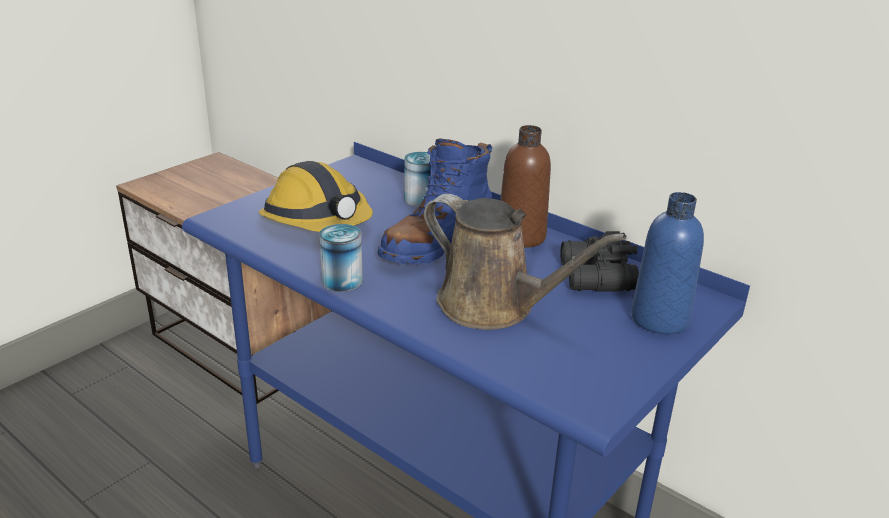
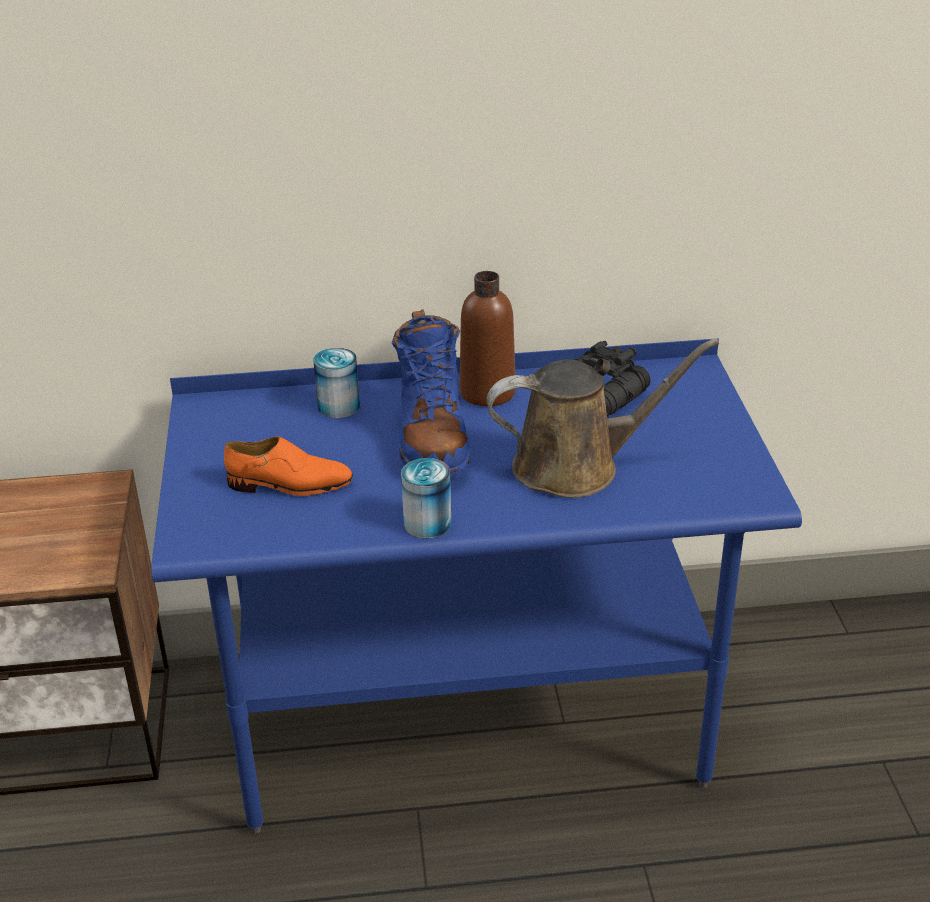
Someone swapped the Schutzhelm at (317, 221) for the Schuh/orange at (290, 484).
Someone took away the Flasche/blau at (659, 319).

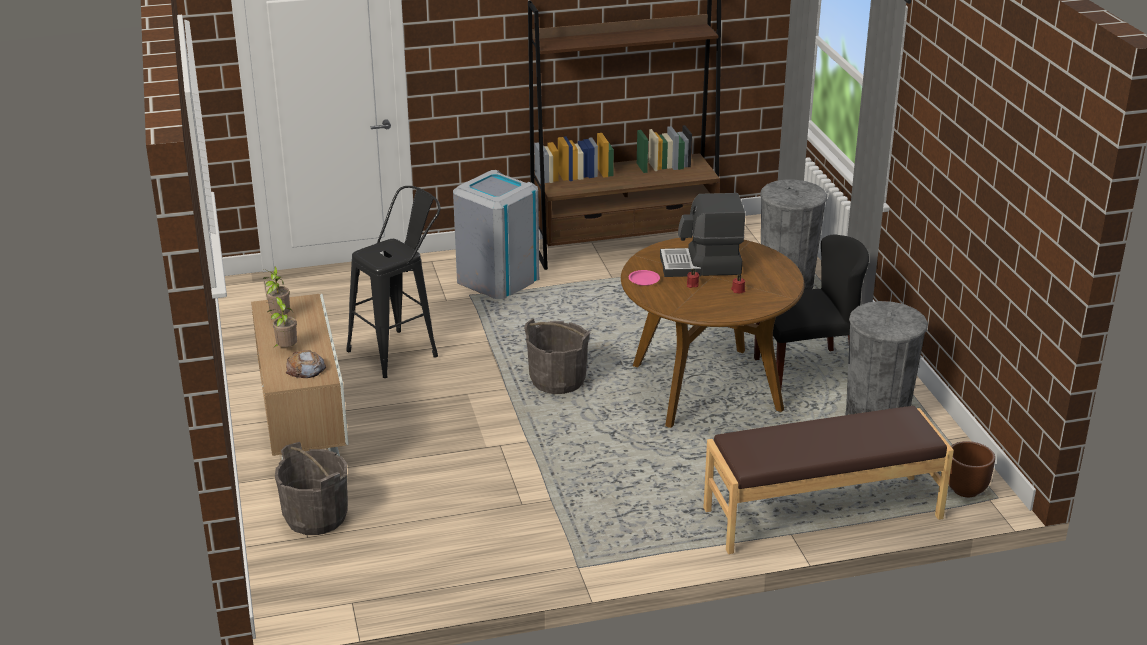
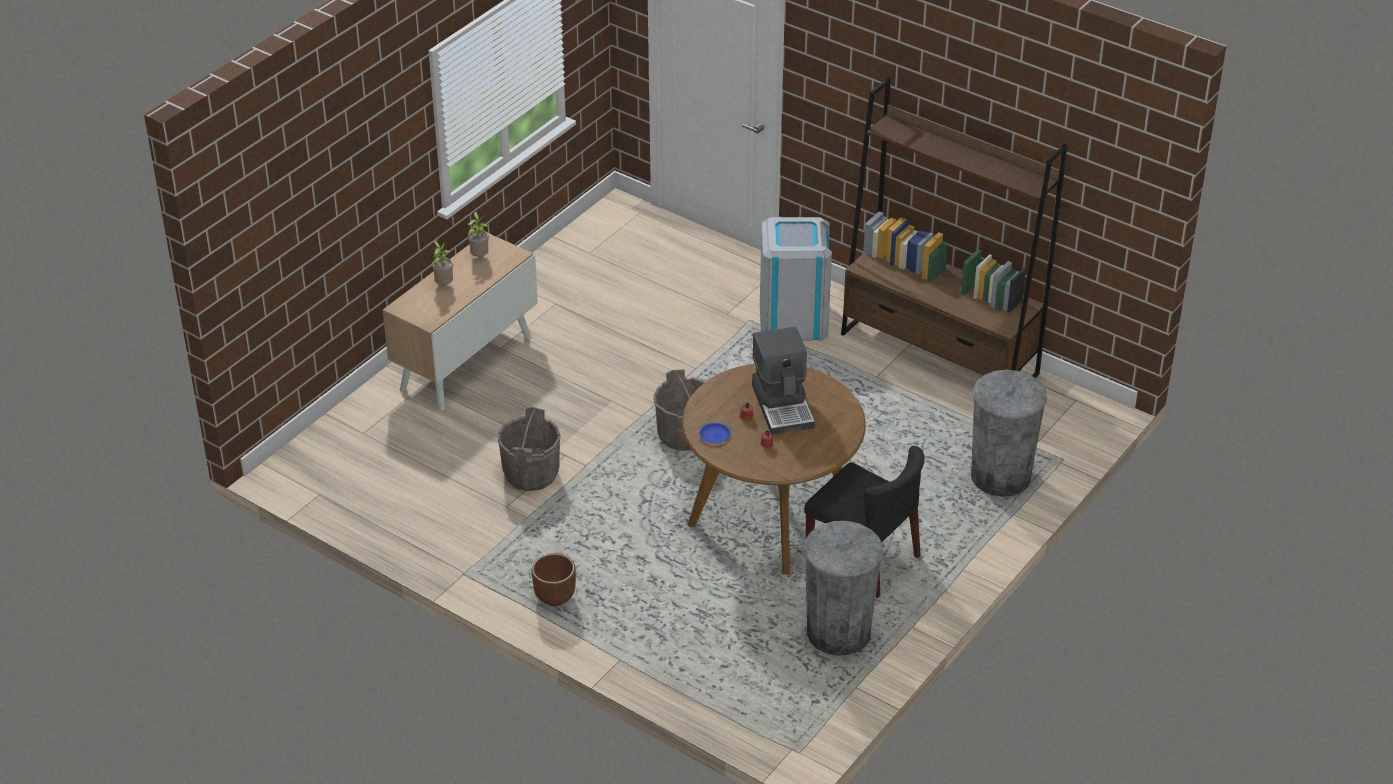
Someone carried the Eimer/grau from (316, 517) to (531, 473).
Someone carried the Pflanzkübel/braun from (965, 491) to (554, 598).
Someone put down the Teller/blau at (714, 435).
Someone rotated the Kaffeemaschine at (701, 266) by 150 degrees counterclockwise.
Someone took away the Brot at (305, 369).
Someone took away the Hocker/schwarz at (400, 351).
Someone took away the Teller/rosa at (643, 280).
Someone took away the Bank/braun at (823, 514).

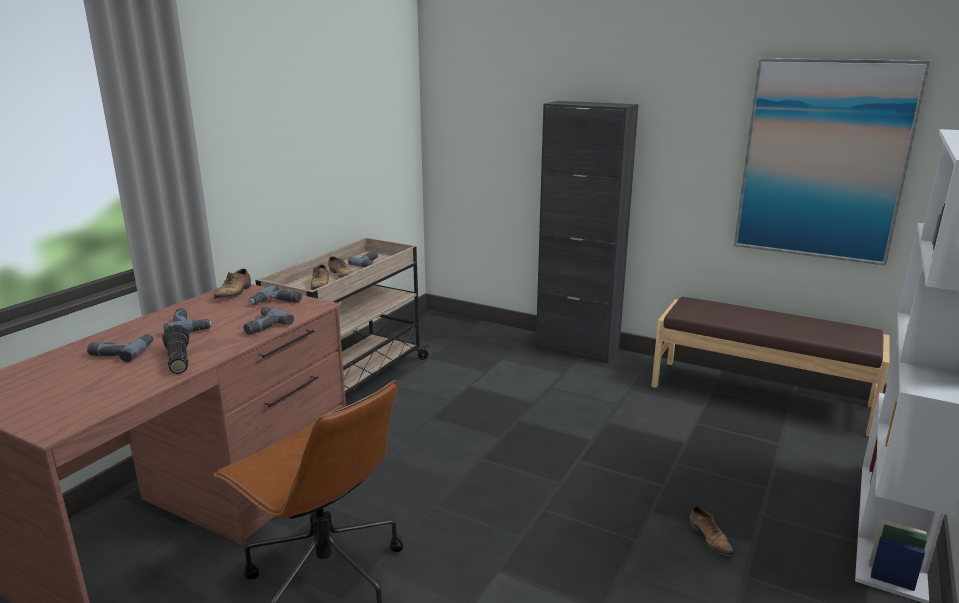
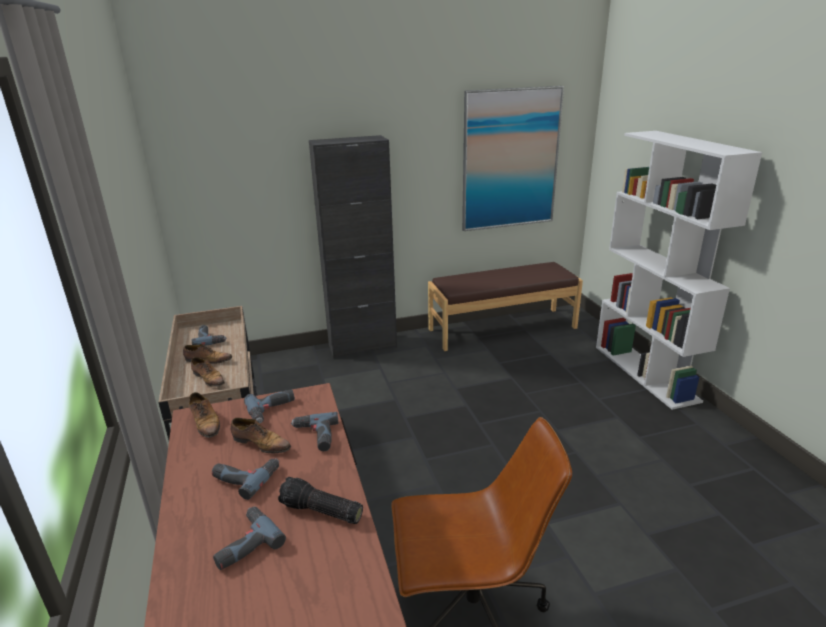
Someone carried the Schuh from (710, 538) to (261, 444).

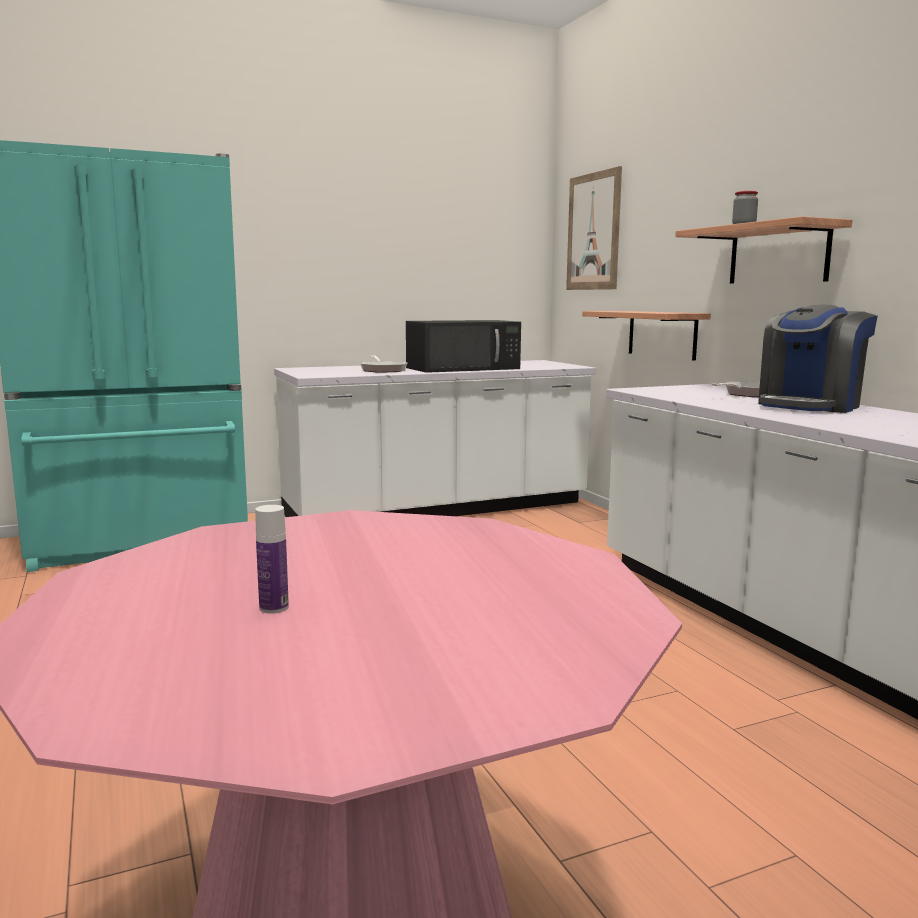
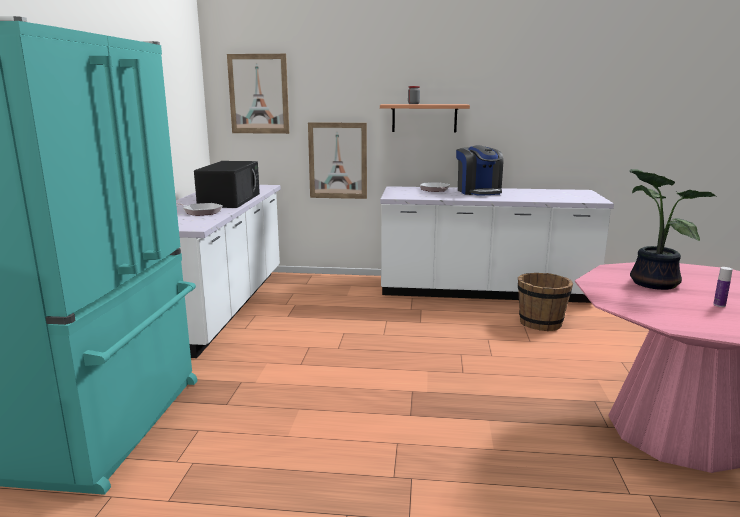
Someone swapped the Wandregal at (662, 334) for the Bild at (337, 161).
Someone put down the Eimer/braun at (540, 323).
Someone put down the Topfpflanze at (650, 283).

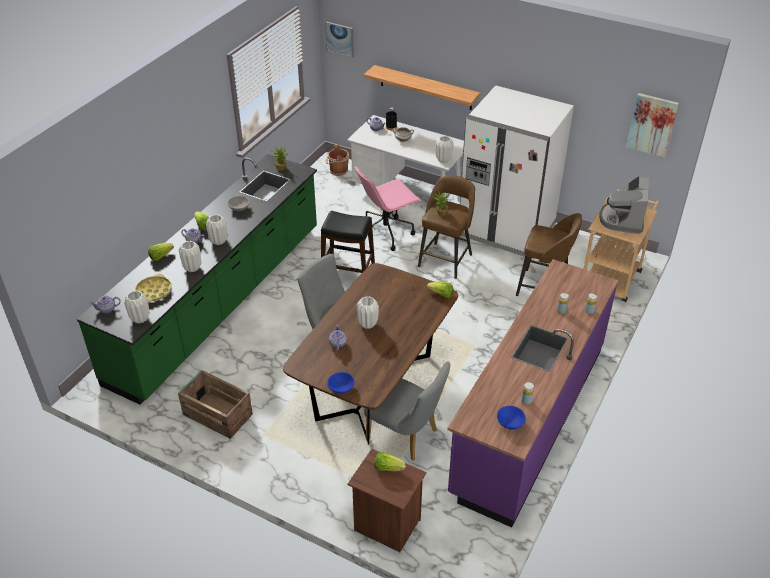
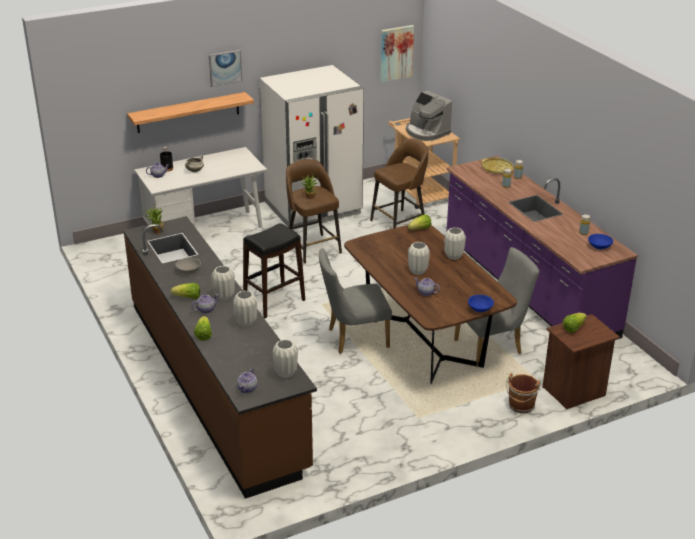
Someone repainted the Küchenzeile/grün at (219, 302), which became the Küchenzeile/braun at (215, 382).
Someone carried the Bild from (340, 39) to (225, 68).
Someone carried the Vase/weiß from (443, 160) to (453, 256).
Someone carried the Tablett/gelb from (154, 291) to (497, 169).
Someone carried the Eimer/braun from (338, 171) to (521, 406).
Someone took away the Kiste at (217, 414).
Someone took away the Bürostuhl/rosa at (386, 233).

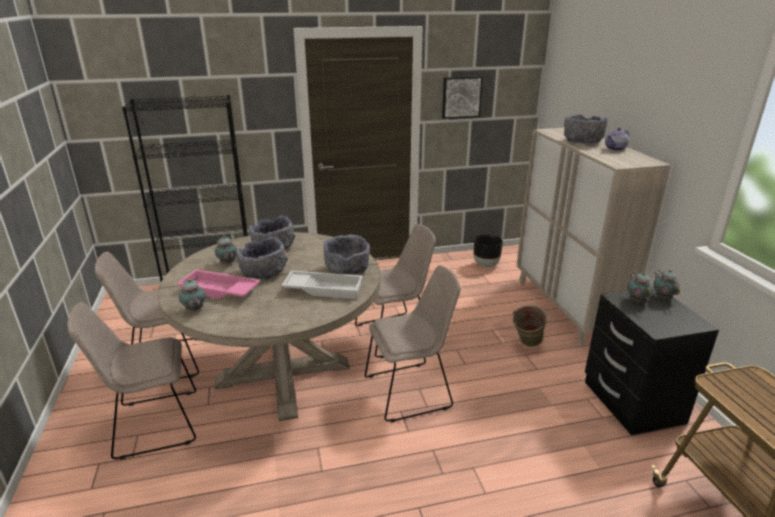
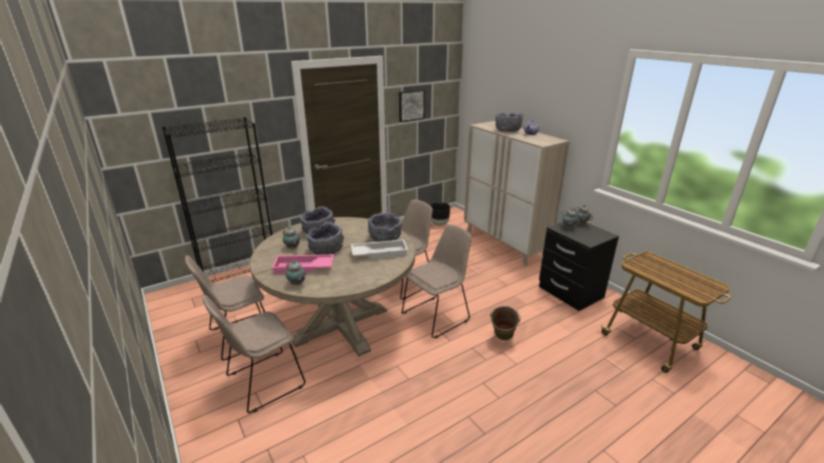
Someone carried the Eimer/grün from (526, 345) to (502, 339).

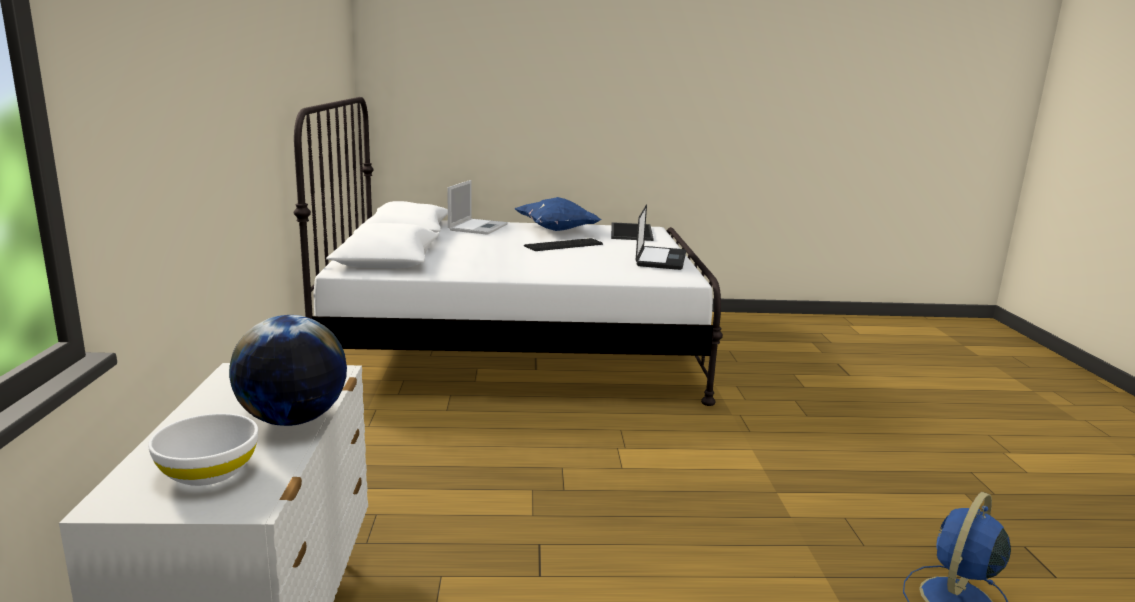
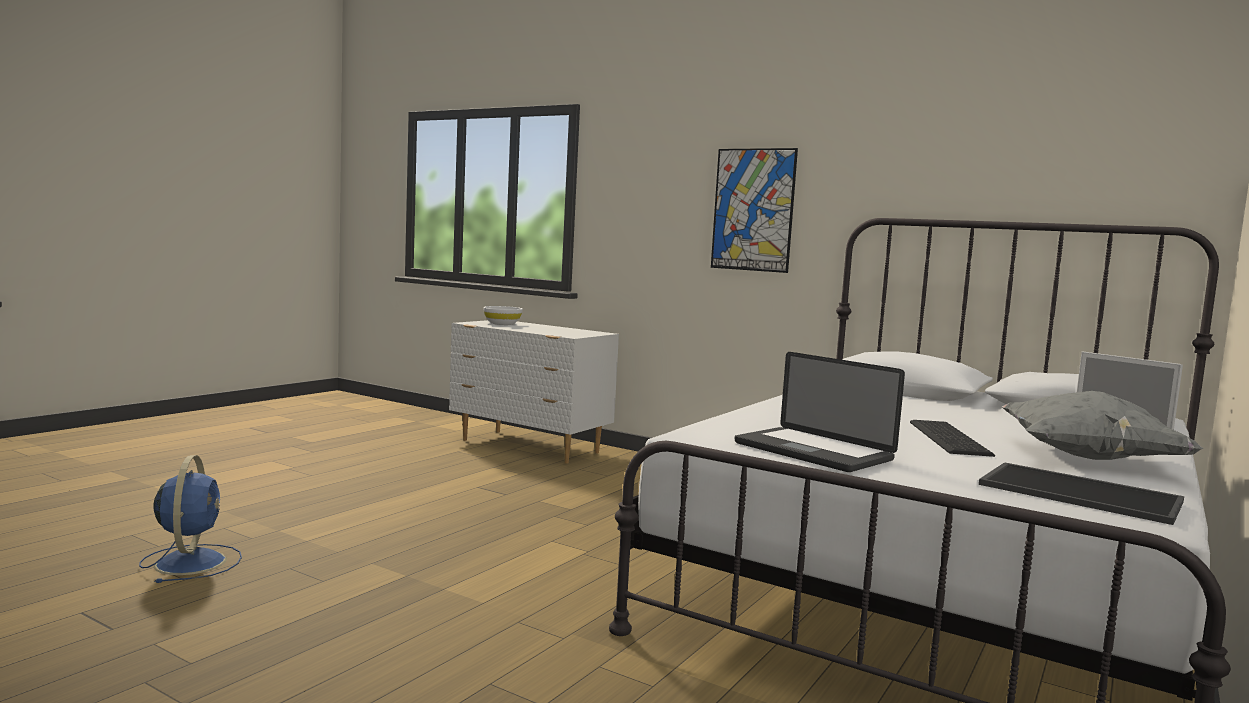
Someone put up the Bild at (753, 210).
Someone repainted the Kissen/blau at (557, 230), which became the Kissen/grau at (1087, 458).
Someone took away the Globus at (293, 420).

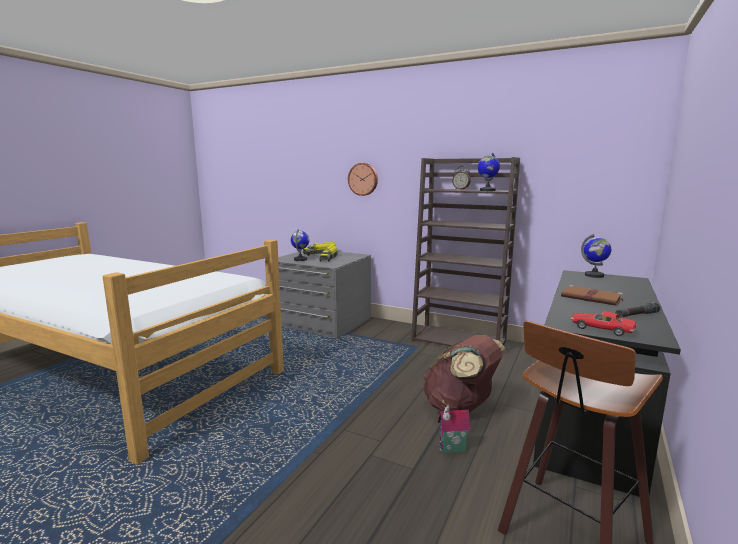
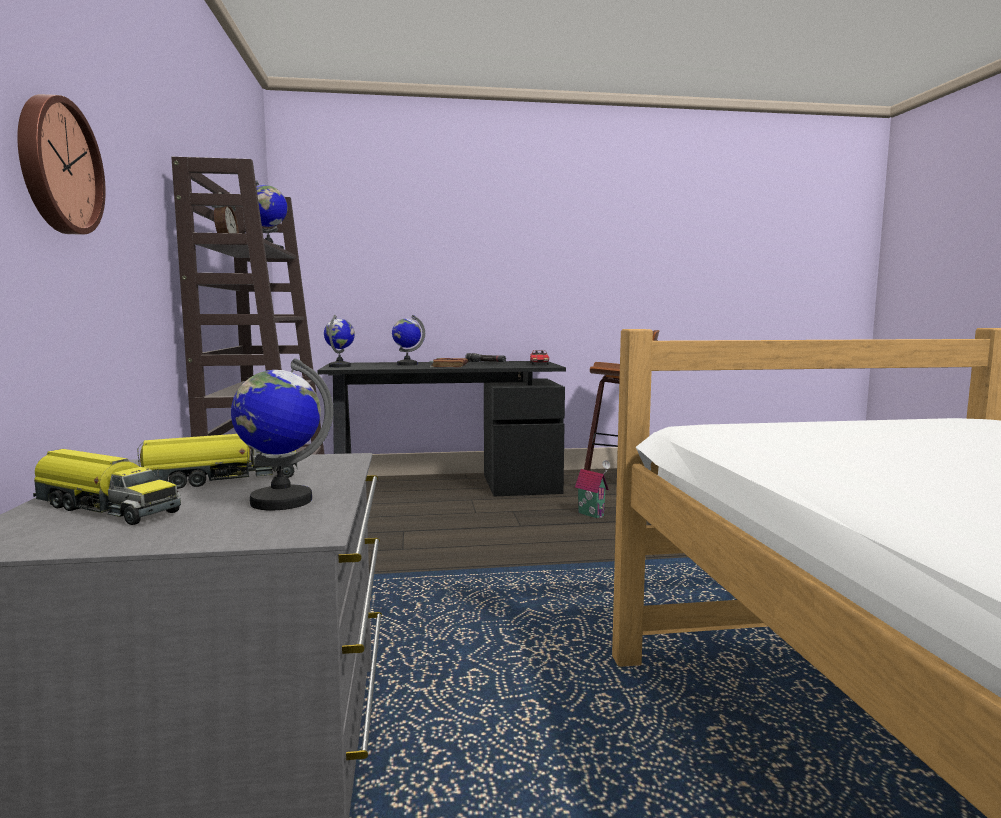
Someone put down the Globus at (407, 364).
Someone took away the Rucksack/braun at (460, 408).

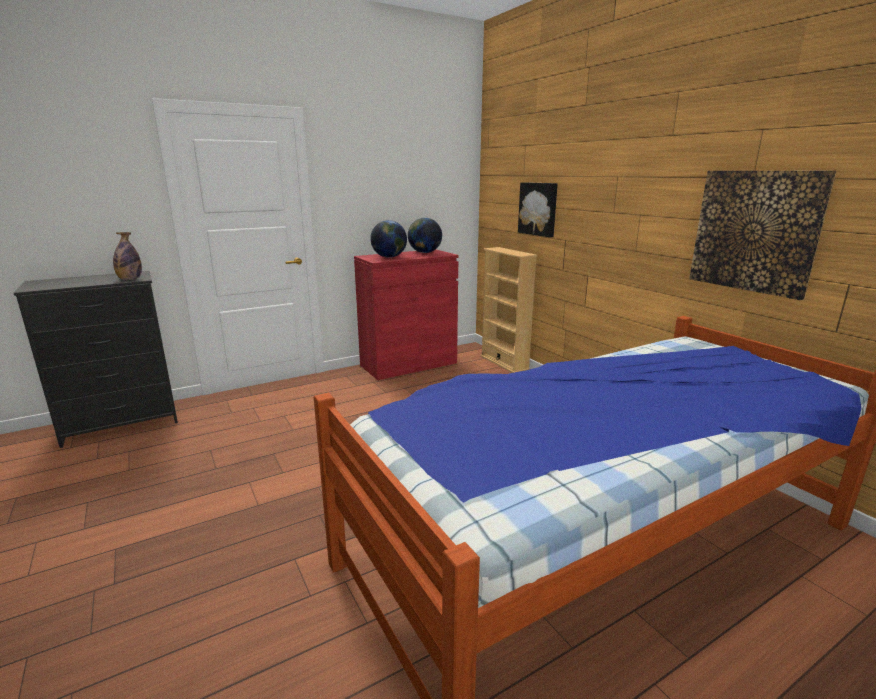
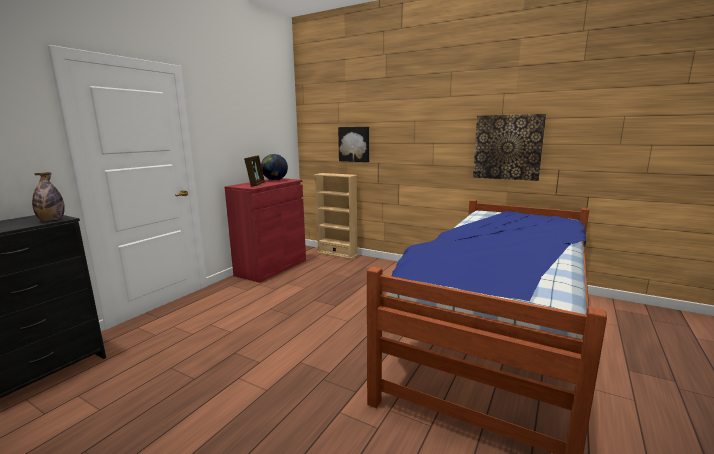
Someone swapped the Globus at (389, 257) for the Bilderrahmen at (256, 184).

